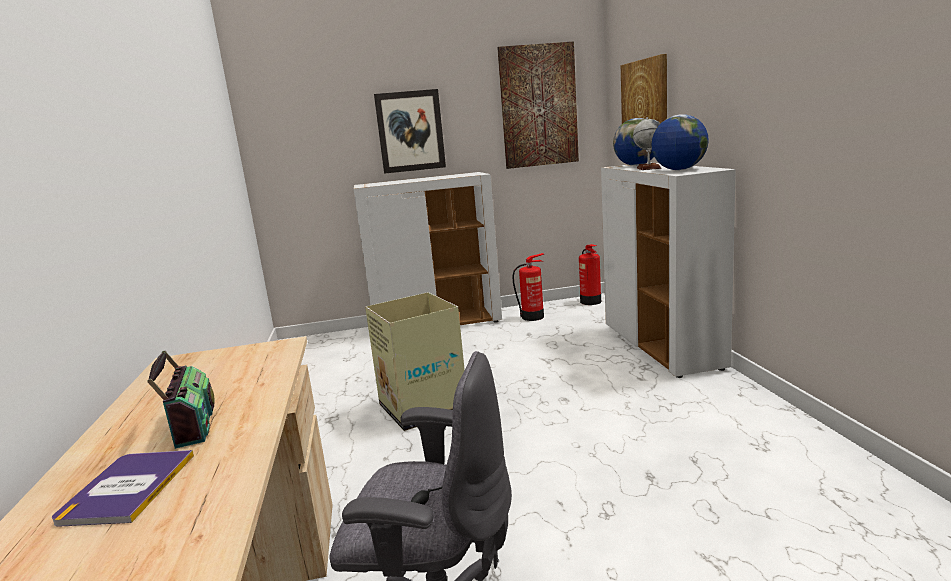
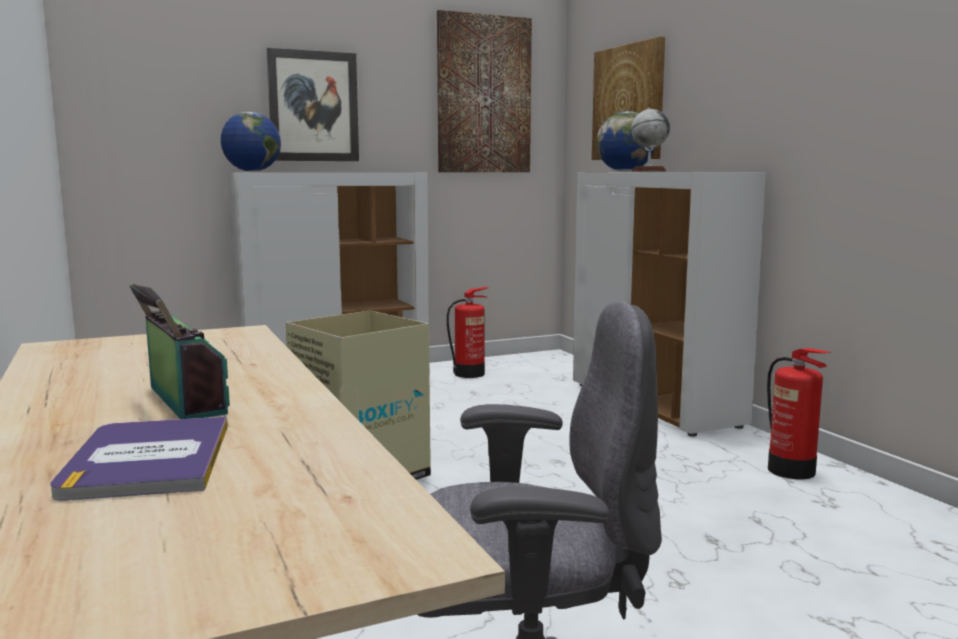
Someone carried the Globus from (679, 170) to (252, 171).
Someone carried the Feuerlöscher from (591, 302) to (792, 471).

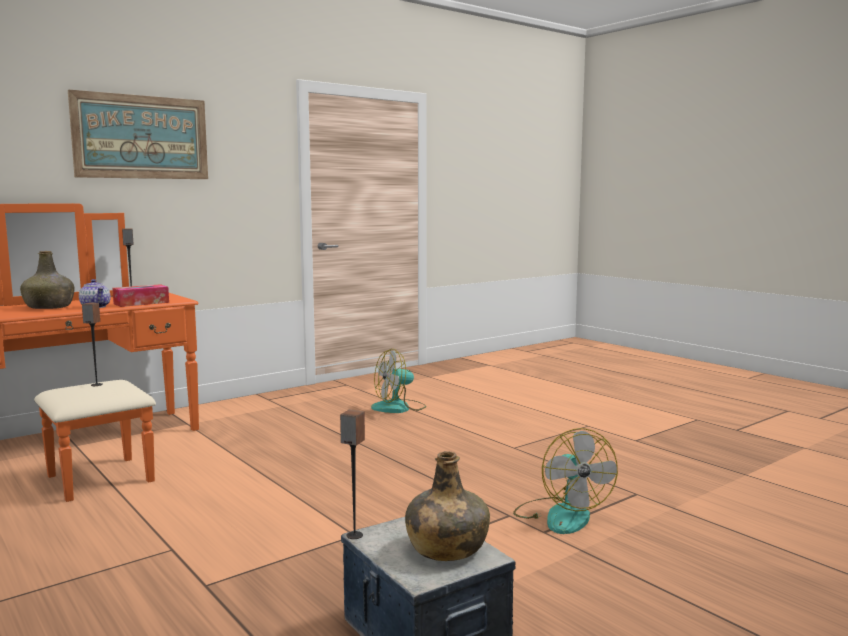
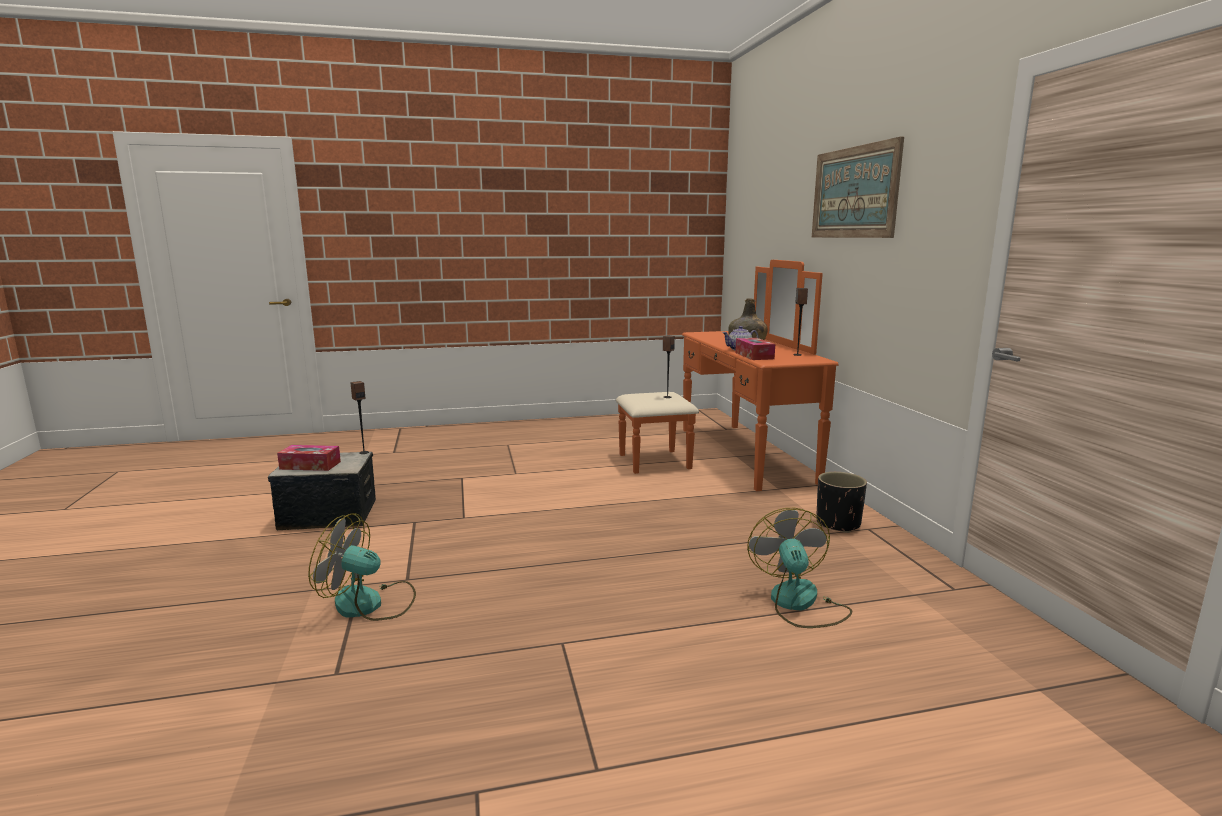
Someone swapped the Flasche/grün at (446, 548) for the Taschentuchbox at (310, 465).
Someone put down the Pflanzkübel/schwarz at (838, 524).

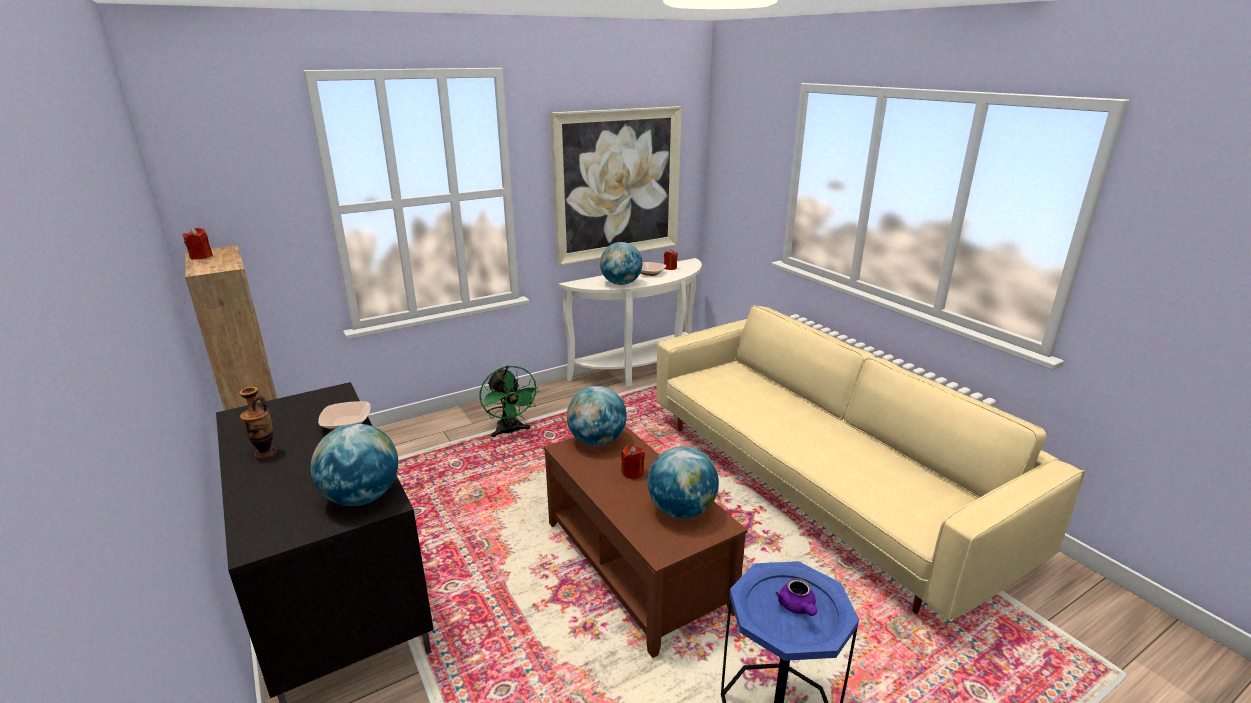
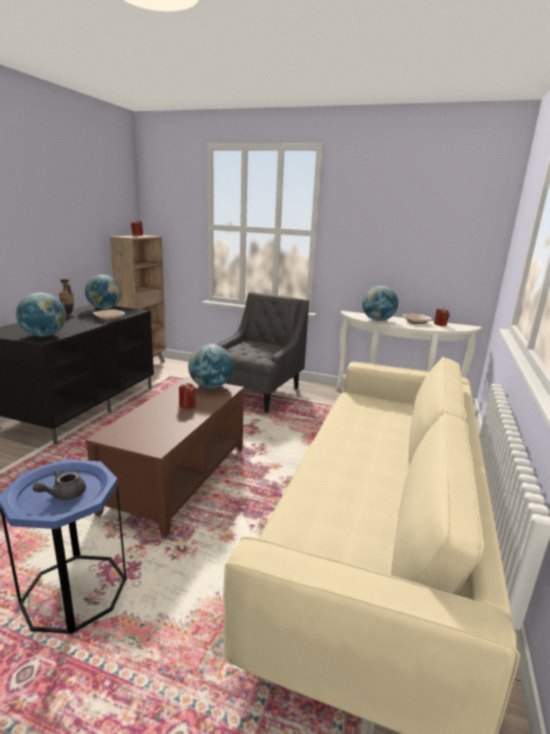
Someone repainted the Teekanne/lila at (797, 608), which became the Teekanne/grau at (63, 494).
Someone carried the Globus from (682, 510) to (105, 308).
Someone swapped the Ventilator/grün at (510, 431) for the Sessel/grau at (257, 394).
Someone took away the Bild at (617, 184).

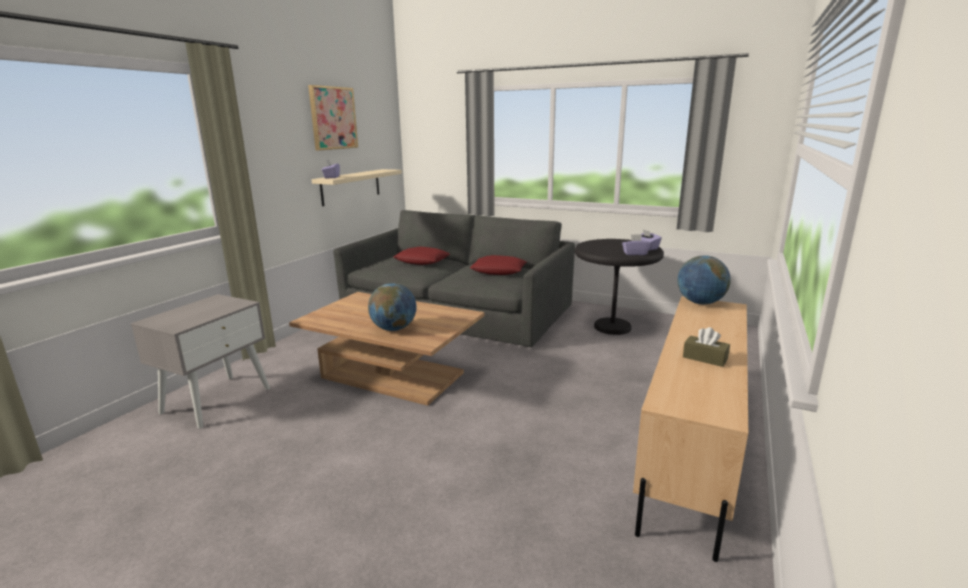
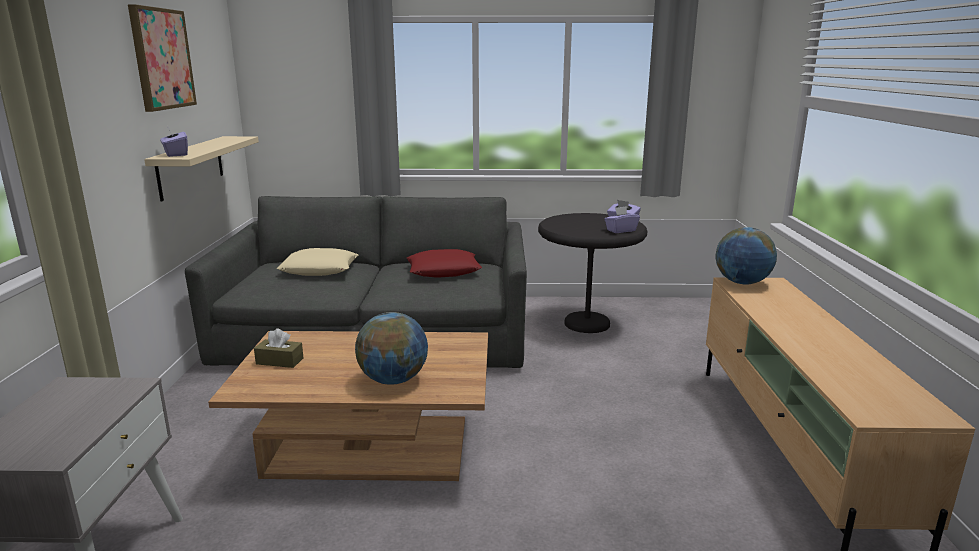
Someone carried the Taschentuchbox/braun from (705, 358) to (279, 361).
Someone repainted the Kissen/rot at (422, 261), which became the Kissen/beige at (319, 269).

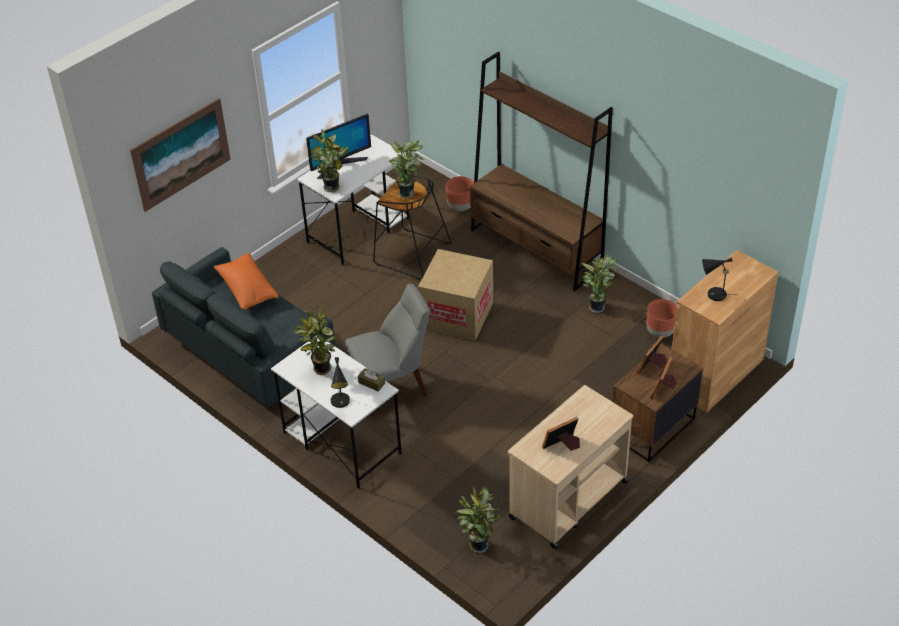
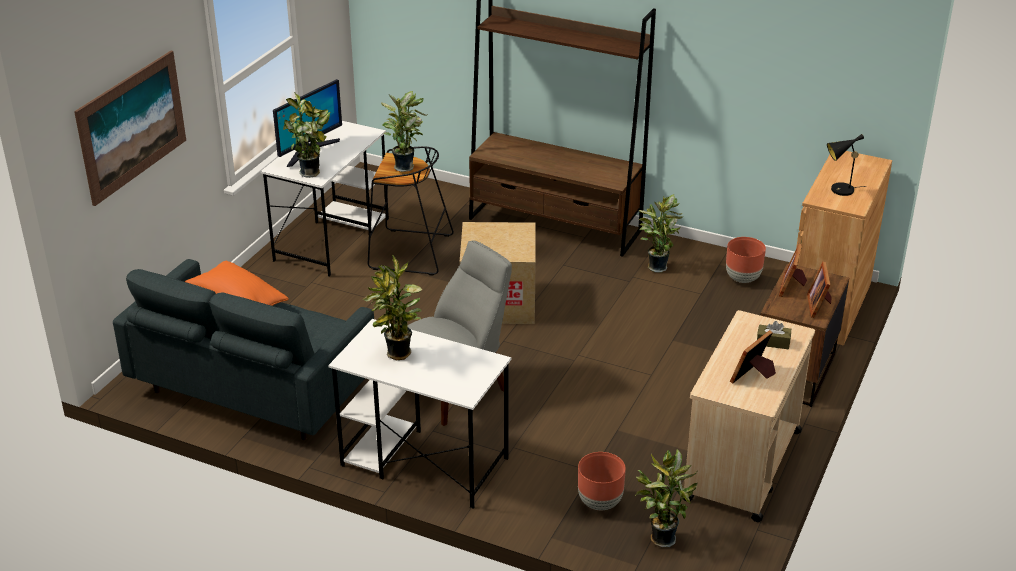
Someone carried the Pflanzkübel/braun from (460, 207) to (600, 502).
Someone carried the Taschentuchbox/braun from (371, 383) to (773, 342).
Someone took away the Tischlampe/schwarz at (341, 403).

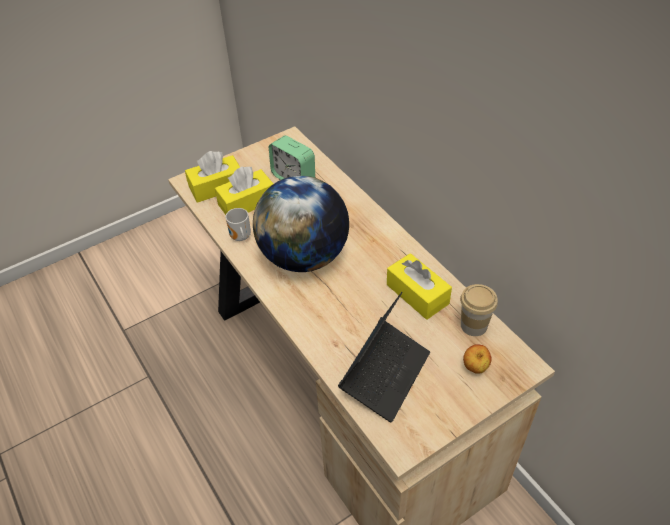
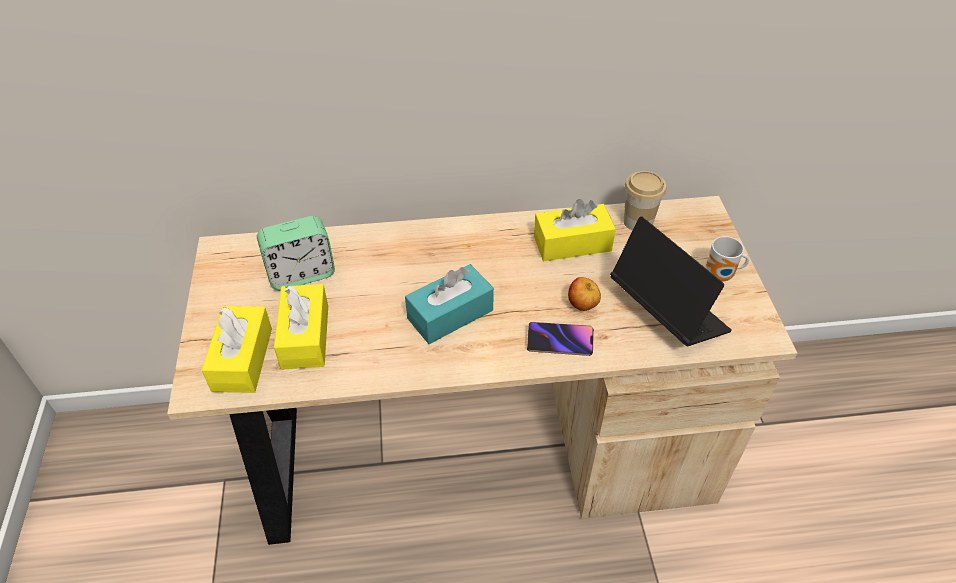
Someone swapped the Globus at (304, 257) for the Taschentuchbox/türkis at (450, 314).
Someone put down the Handy at (560, 341).
Someone carried the Apfel from (475, 367) to (582, 306).
Someone carried the Henkelbecher from (240, 238) to (721, 276).

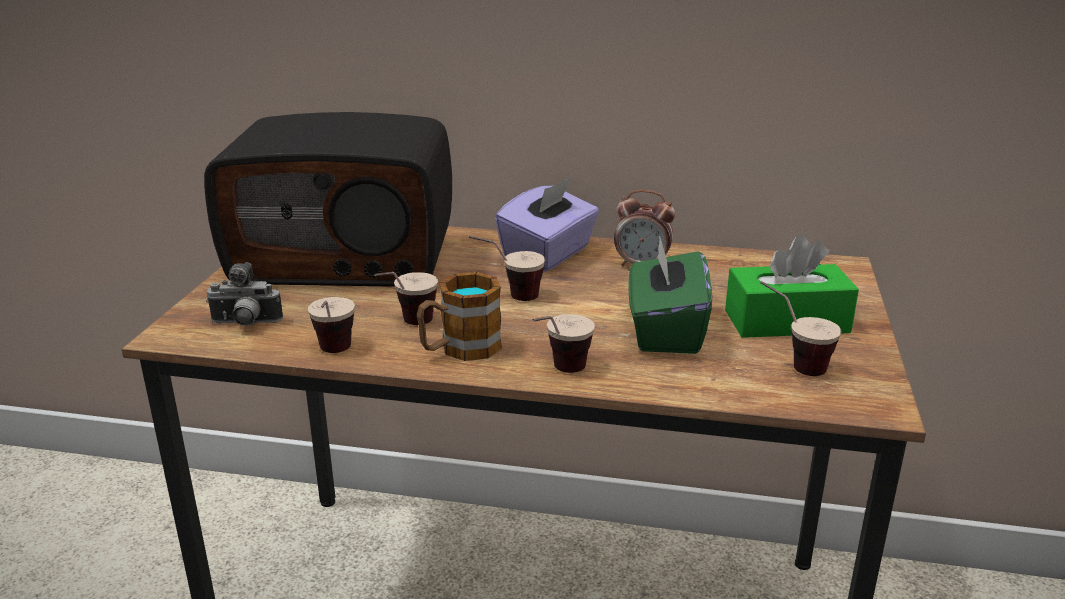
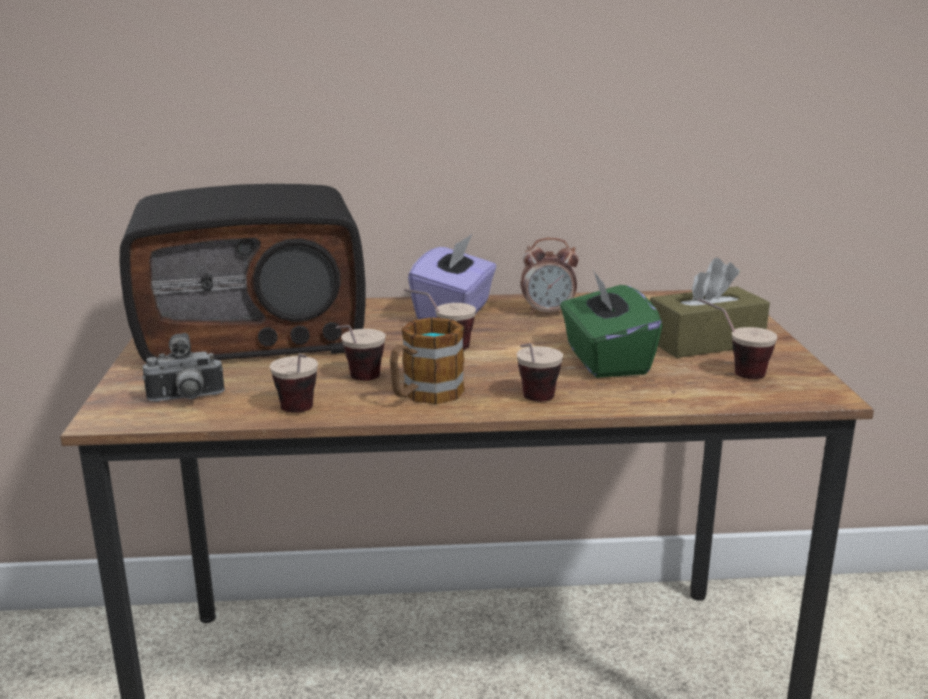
Someone repainted the Taschentuchbox/grün at (786, 321), which became the Taschentuchbox/braun at (705, 342).

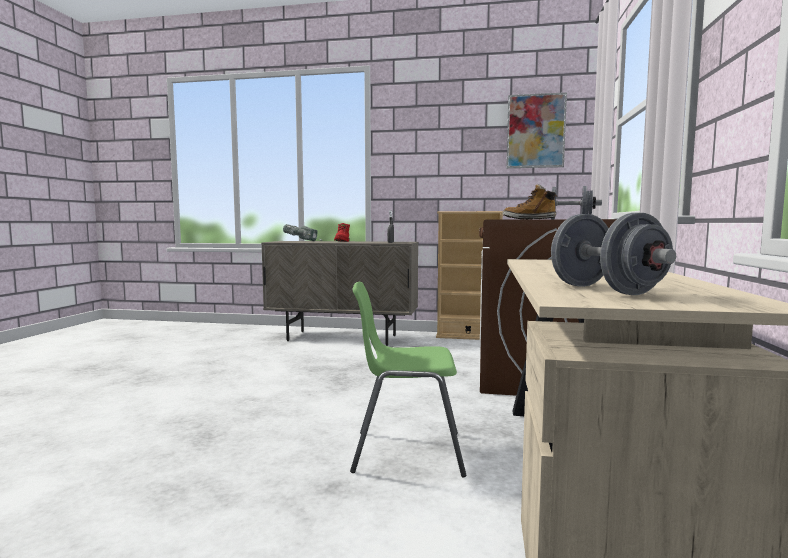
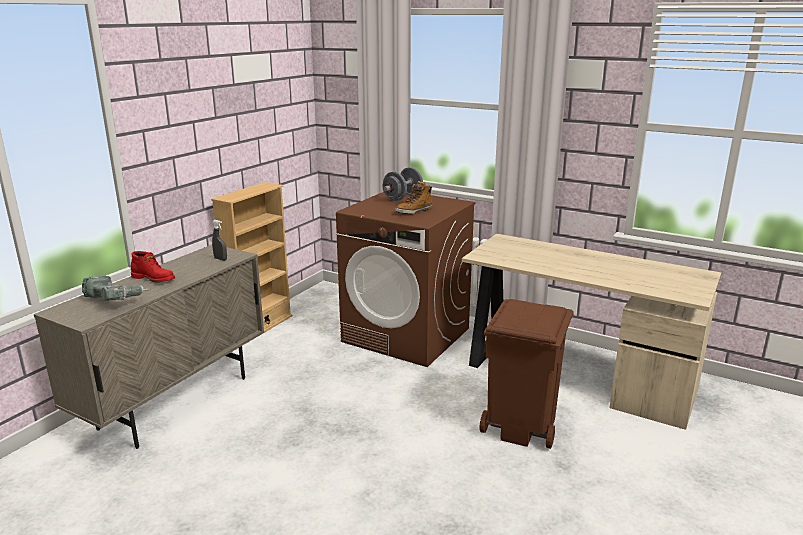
Someone swapped the Stuhl/grün at (406, 452) for the Mülleimer/braun at (520, 425).
Someone took away the Bild at (535, 131).
Someone took away the Hantel/grau at (605, 290).

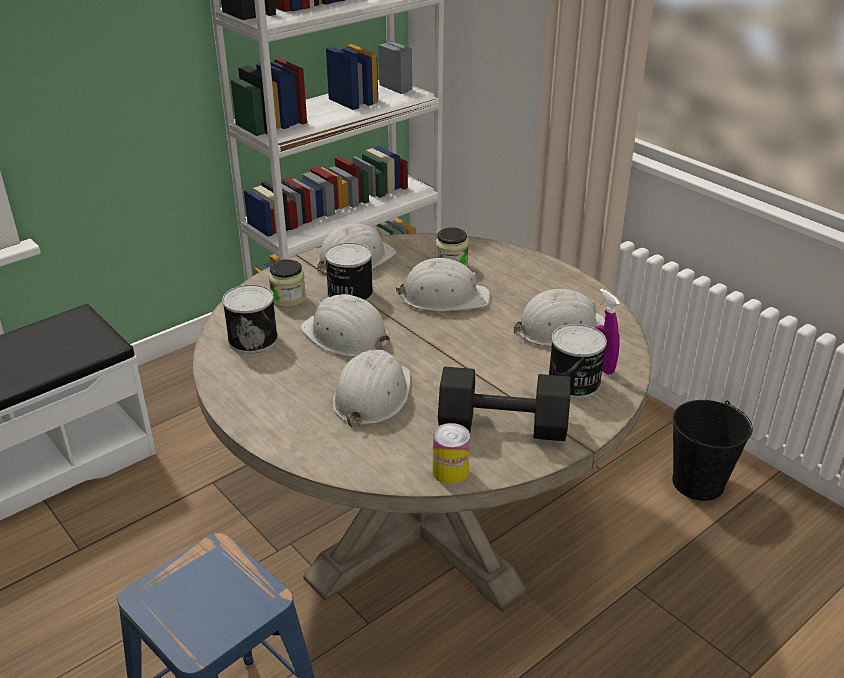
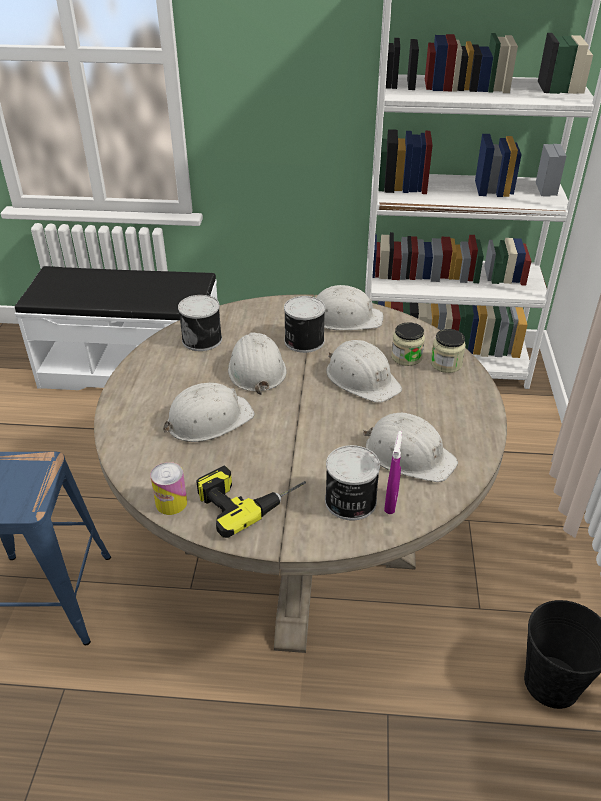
Someone swapped the Hantel/schwarz at (501, 427) for the Bohrmaschine at (249, 496).
Someone carried the Vorratsglas from (288, 299) to (446, 364).

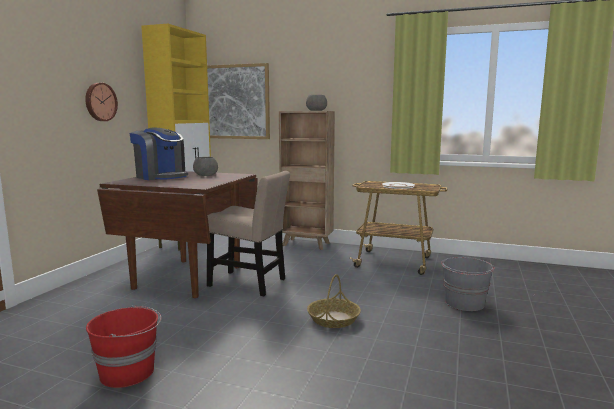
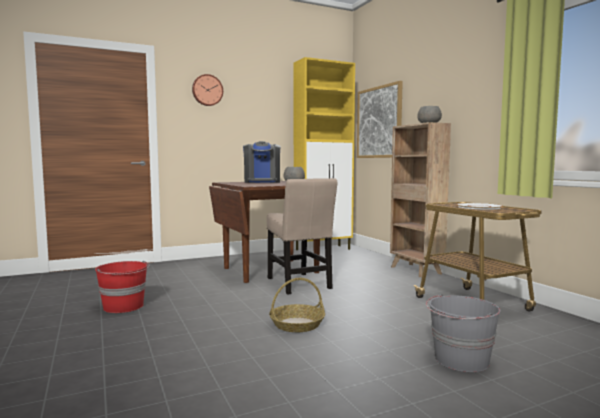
Someone carried the Wanduhr from (100, 102) to (207, 90).

